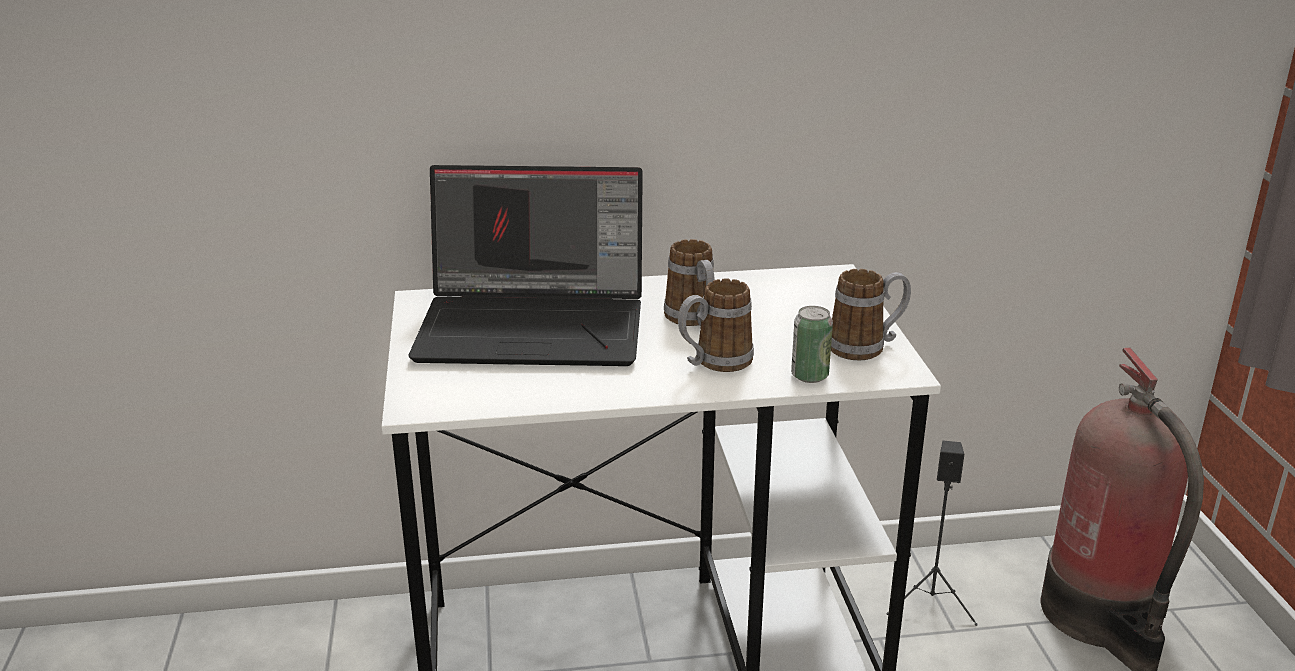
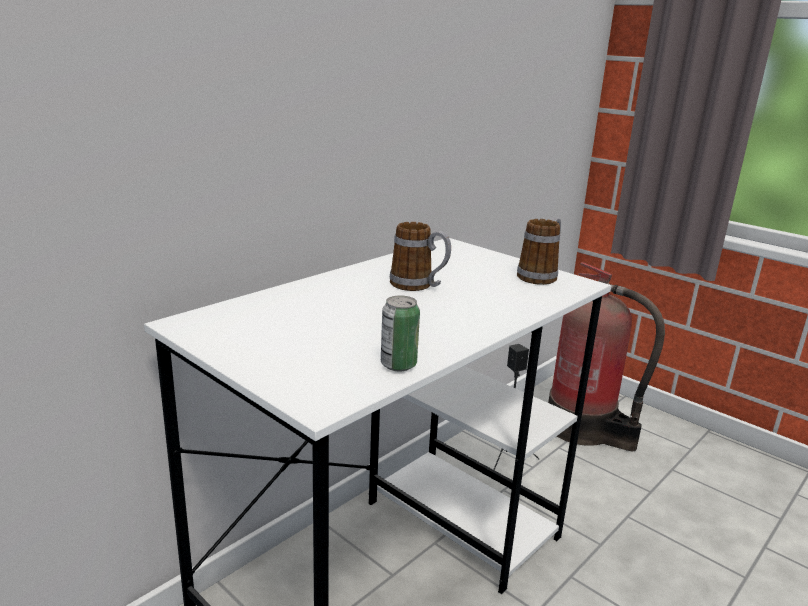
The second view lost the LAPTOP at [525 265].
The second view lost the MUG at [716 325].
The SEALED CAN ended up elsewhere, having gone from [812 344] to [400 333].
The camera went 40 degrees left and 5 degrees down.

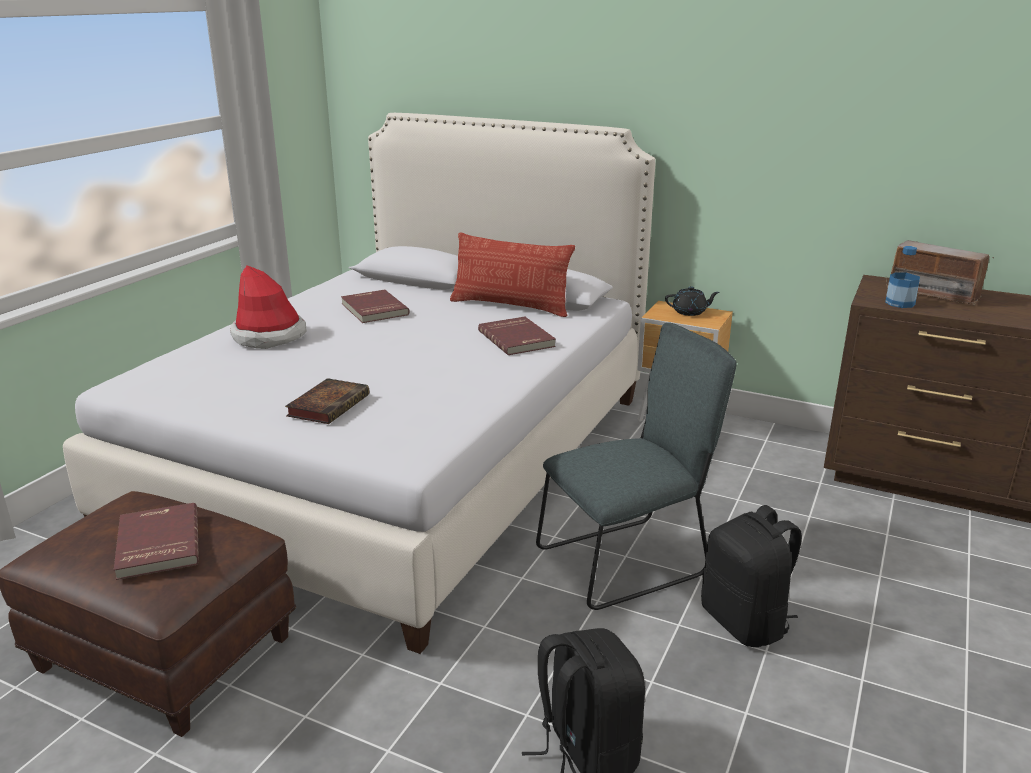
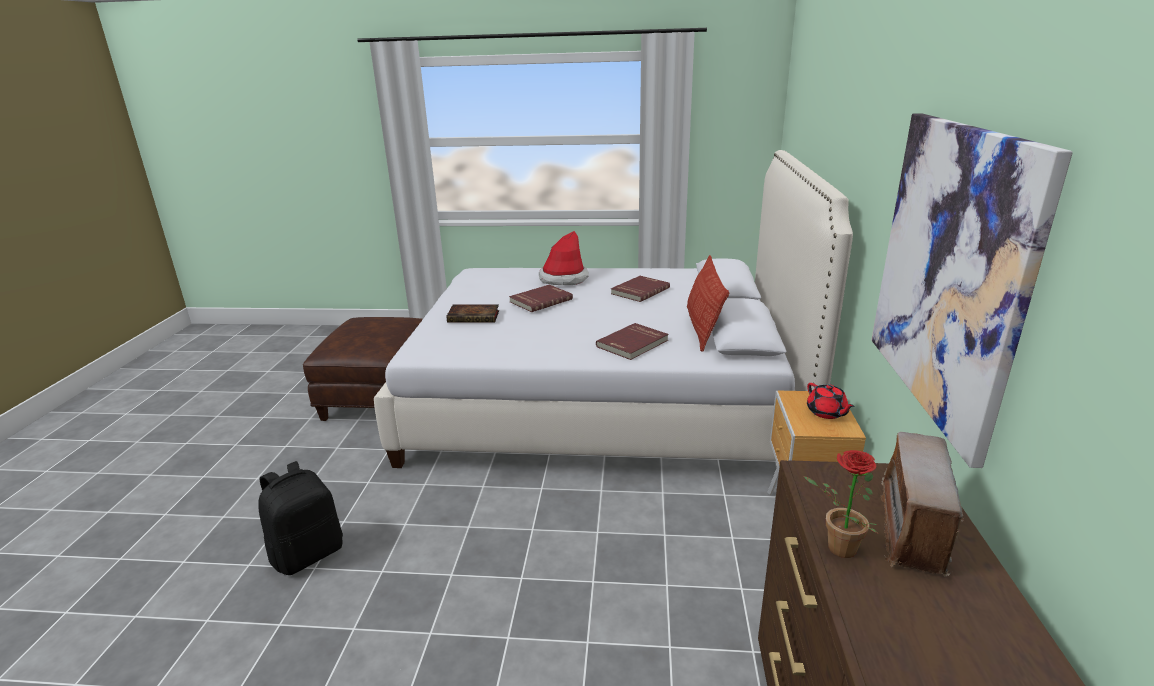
The second view lost the GREYISH PLAIN CHAIR at [636 466].
The second view lost the BLACKISH RUCKSACK at [751 576].
The second view lost the BOTTLE at [902 277].
The second view gained the HOUSEPLANT at [840 504].
The second view gained the WALL PICTURE at [972 290].
The RED-COLOURED BOOK ended up elsewhere, having gone from [156 541] to [541 298].
What was the BLACKISH POT FOR TEA at [692 301] turned into the RED-COLOURED POT FOR TEA at [831 401].
The camera went 70 degrees right and 0 degrees up.

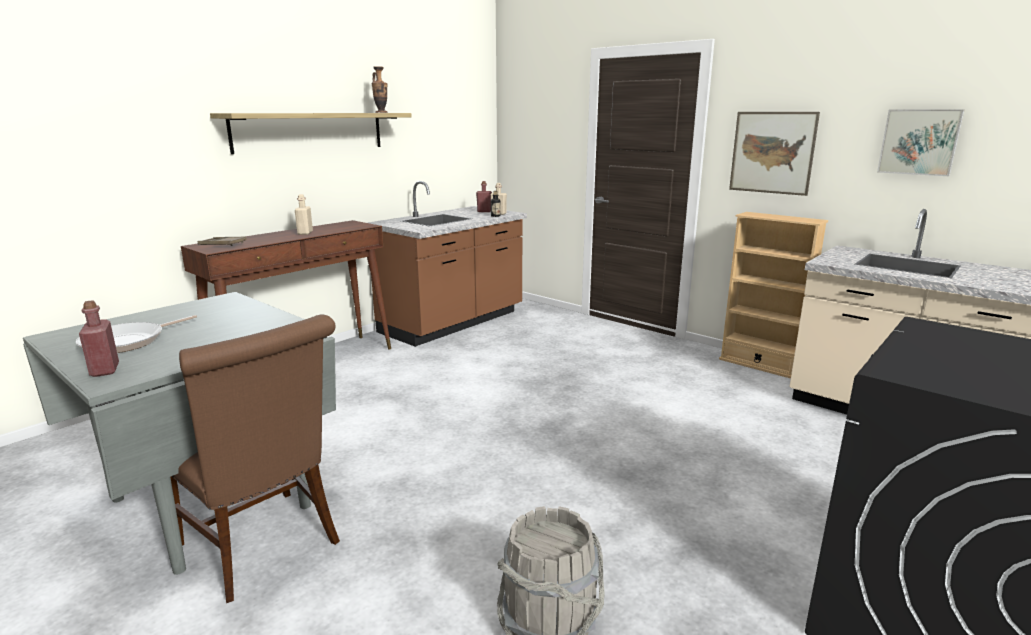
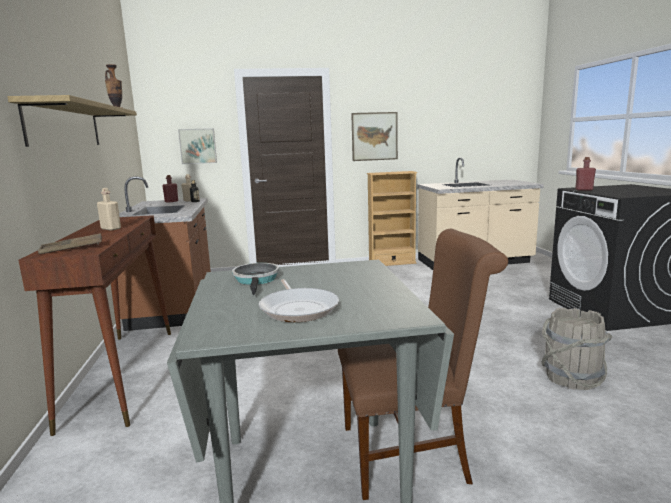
The second view gained the SKILLET at [255 279].
The RED-COLOURED BOTTLE ended up elsewhere, having gone from [99 338] to [585 174].
The WALL PICTURE ended up elsewhere, having gone from [921 142] to [197 146].
The camera went 50 degrees left and 5 degrees down.

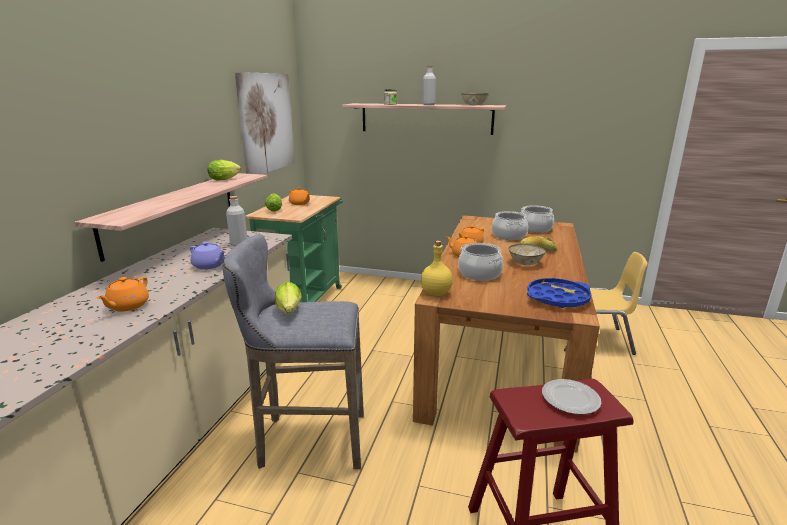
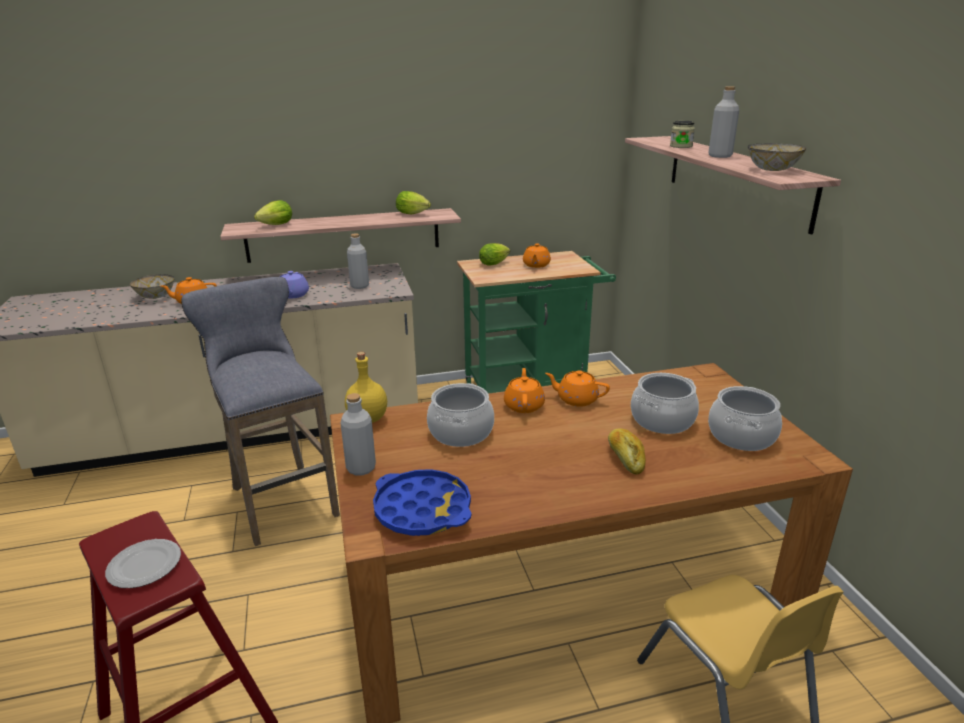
The second view lost the WALL PICTURE at [265 123].
The second view gained the GREYISH BOTTLE at [358 434].
The LETTUCE ended up elsewhere, having gone from [288 297] to [273 212].
The BOWL ended up elsewhere, having gone from [527 254] to [152 286].
The camera went 60 degrees right and 5 degrees up.

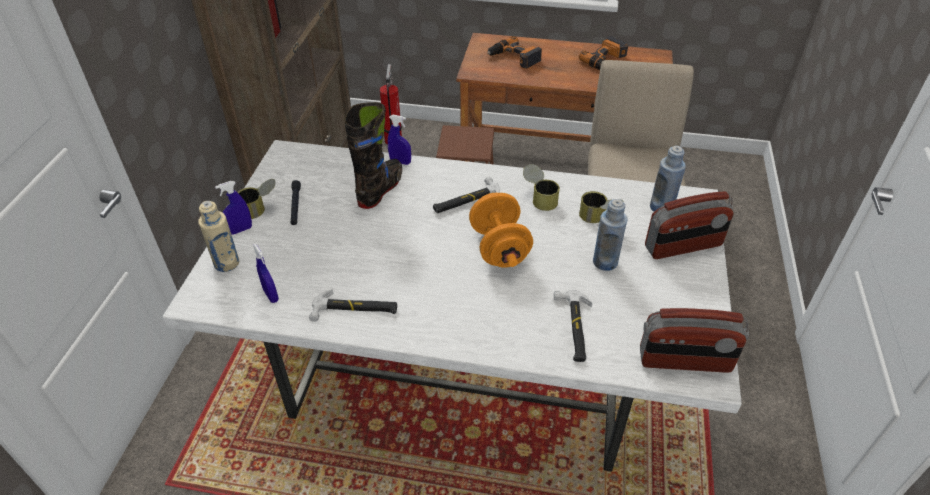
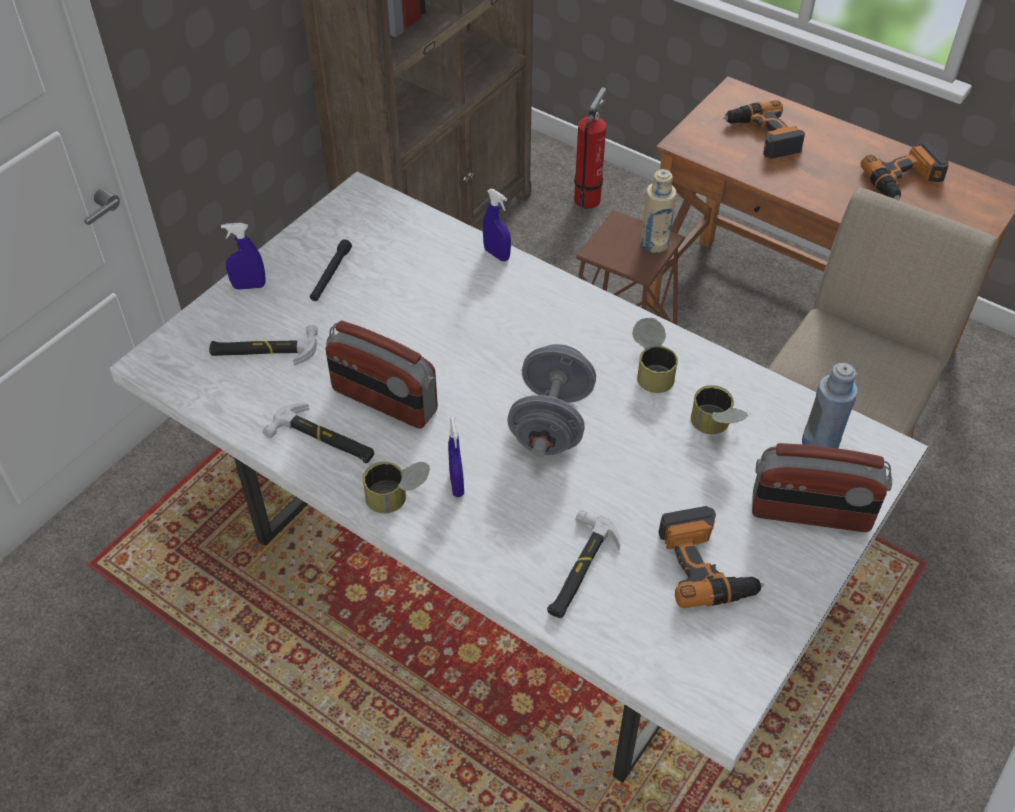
The second view lost the BLACKISH HIGH-TOP BOOT at [373 155].
The second view lost the BLUE-COLOURED BOTTLE at [610 235].
The second view gained the ELECTRIC DRILL at [711 557].
The SAND-COLOURED BOTTLE ended up elsewhere, having gone from [218 236] to [659 211].
The SEALED CAN ended up elsewhere, having gone from [256 199] to [396 487].
The BLUE-COLOURED HAND SPRAYER ended up elsewhere, having gone from [266 273] to [456 457].
The HAND HAMMER ended up elsewhere, having gone from [466 195] to [263 345].
The RADIO SET ended up elsewhere, having gone from [694 340] to [382 375].
What was the ORANGE HAND WEIGHT at [501 230] turned into the GREYISH HAND WEIGHT at [551 400].
The camera went 25 degrees right and 5 degrees up.

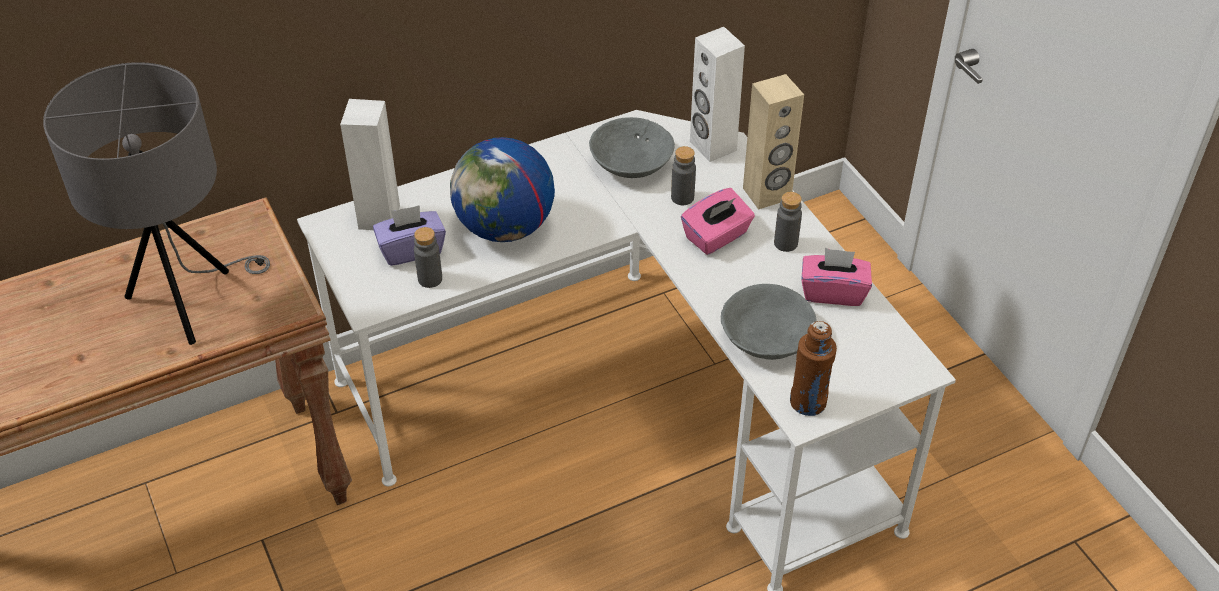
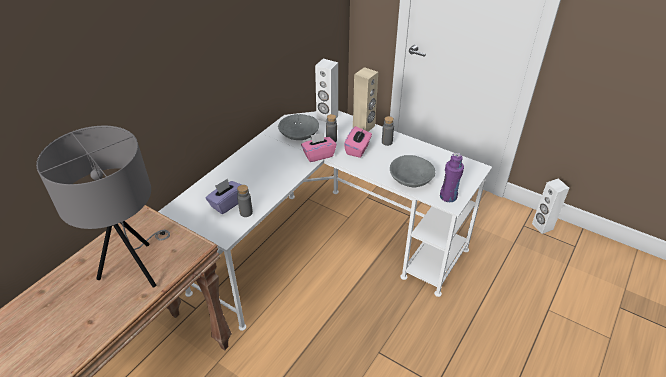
The second view lost the DESK GLOBE at [502 189].
The WHITISH LOUDSPEAKER ended up elsewhere, having gone from [370 164] to [550 206].
The PINK-COLOURED TISSUE HOLDER ended up elsewhere, having gone from [836 277] to [319 147].
What was the BROWN BOTTLE at [813 368] turned into the PURPLE BOTTLE at [452 177].
The camera went 30 degrees left and 5 degrees down.

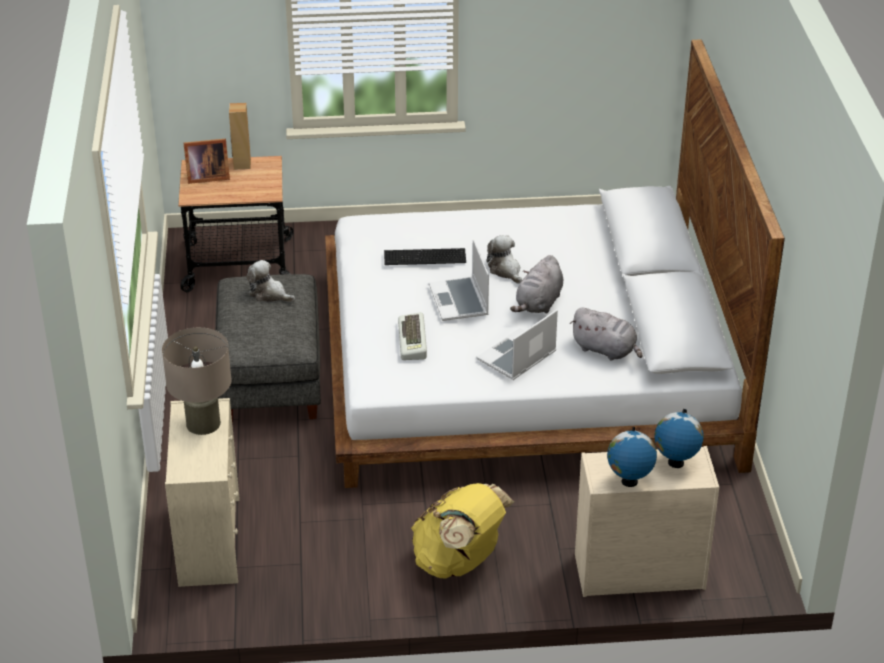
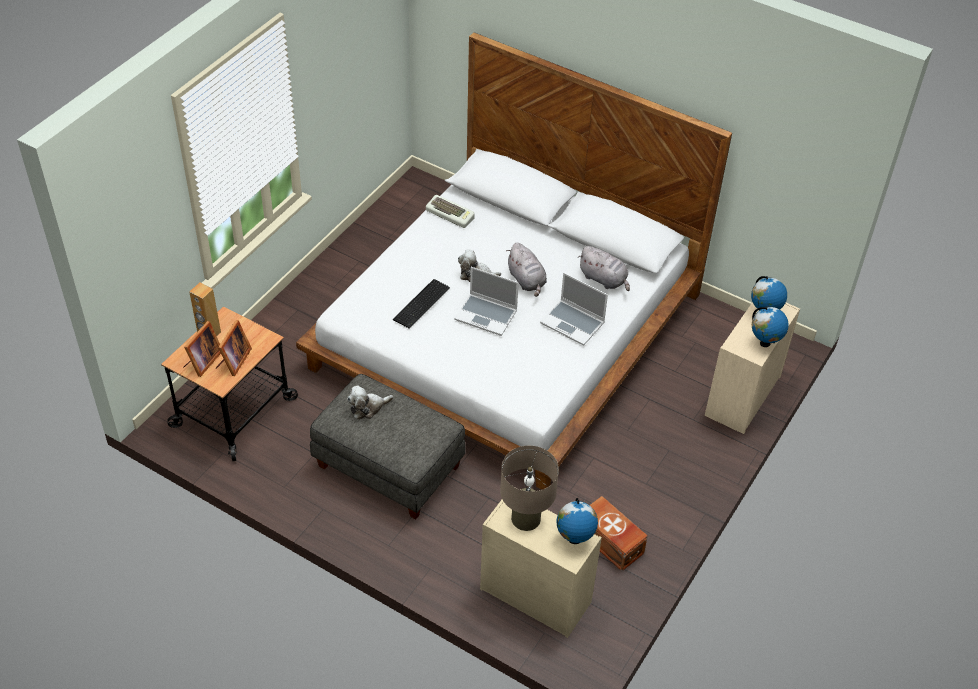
The second view lost the YELLOW RUCKSACK at [462 530].
The second view gained the STANDING FRAME at [233 348].
The second view gained the DESK GLOBE at [577 521].
The second view gained the BROWN STORAGE BIN at [619 533].
The PC KEYBOARD ended up elsewhere, having gone from [412 336] to [450 211].
The LAPTOP at [517 345] ended up facing another way, 45 degrees counterclockwise from before.
The GREYISH PLUSH TOY at [606 333] ended up facing another way, 60 degrees clockwise from before.
The camera went 55 degrees left and 10 degrees up.

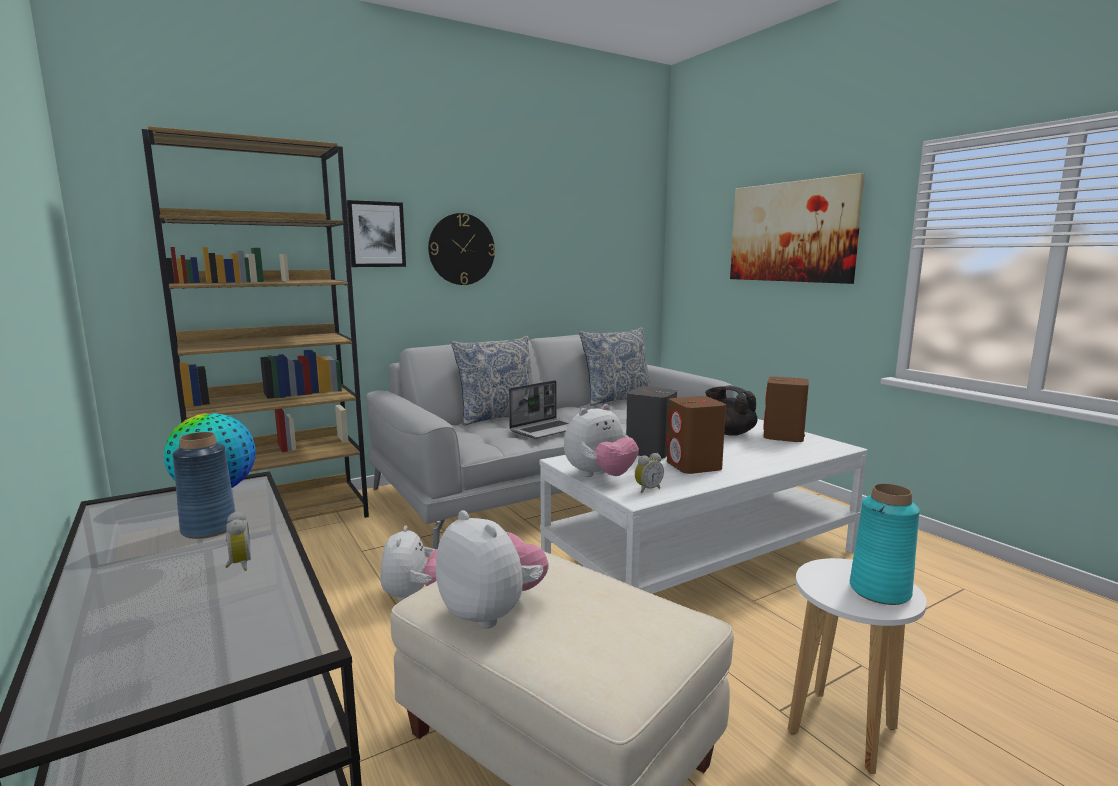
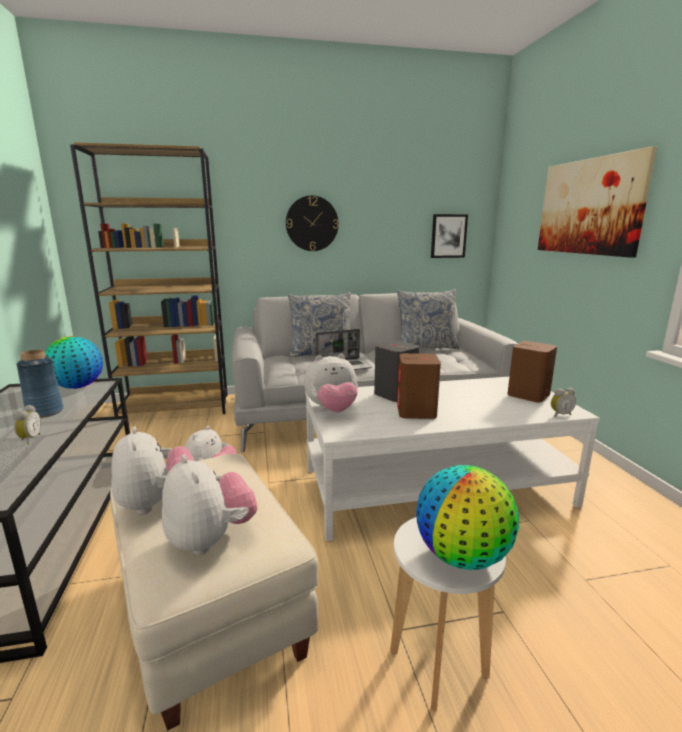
The second view lost the BLACKISH POT FOR TEA at [731 410].
The second view gained the PLUSH TOY at [210 505].
The WALL PICTURE ended up elsewhere, having gone from [376 233] to [449 236].
The BEDSIDE CLOCK ended up elsewhere, having gone from [649 473] to [563 402].
Where the BLUE-GREEN VASE stood at [885 544], the DESK GLOBE came to stand at [467 517].
The camera went 20 degrees right and 5 degrees up.

